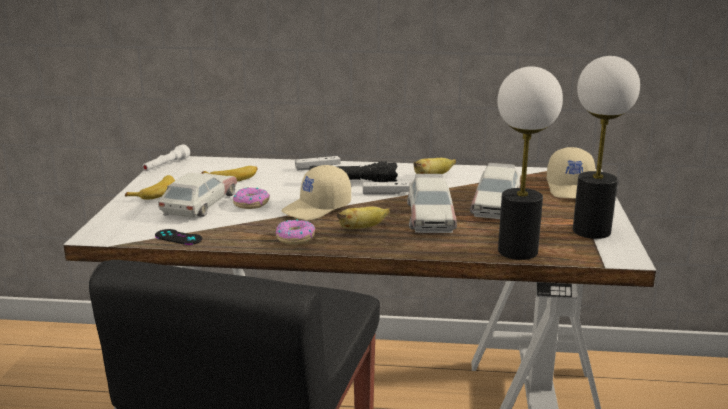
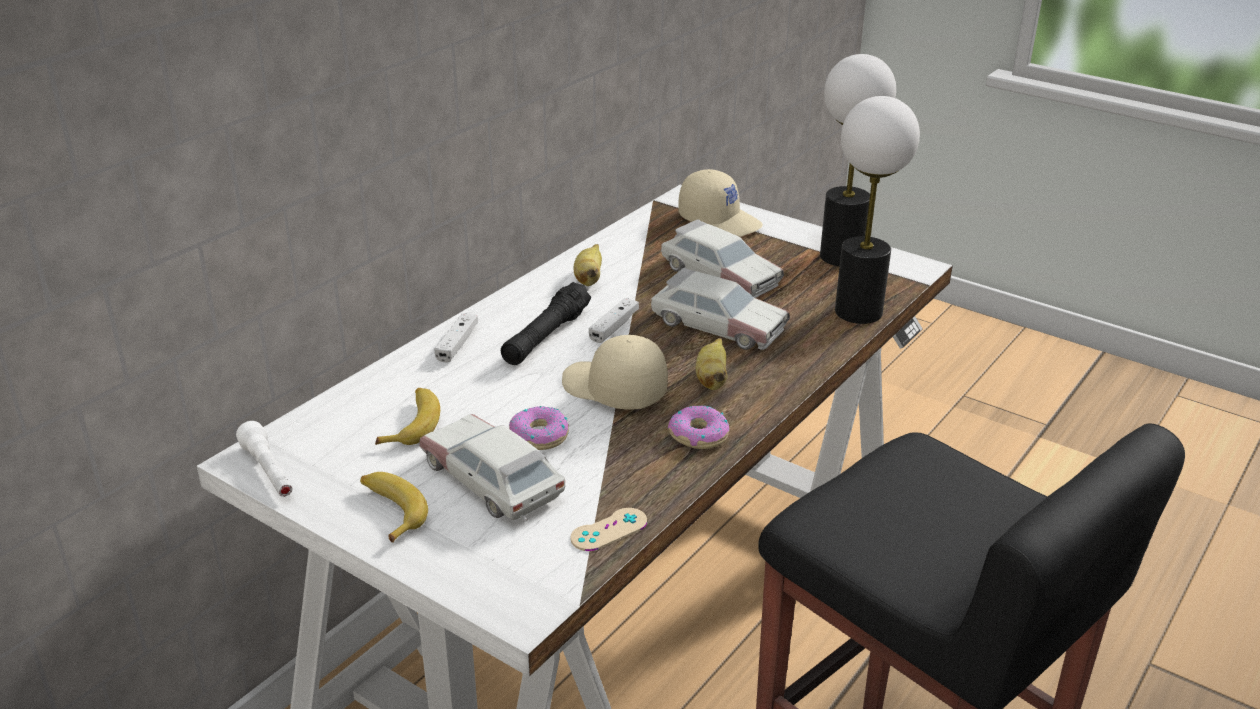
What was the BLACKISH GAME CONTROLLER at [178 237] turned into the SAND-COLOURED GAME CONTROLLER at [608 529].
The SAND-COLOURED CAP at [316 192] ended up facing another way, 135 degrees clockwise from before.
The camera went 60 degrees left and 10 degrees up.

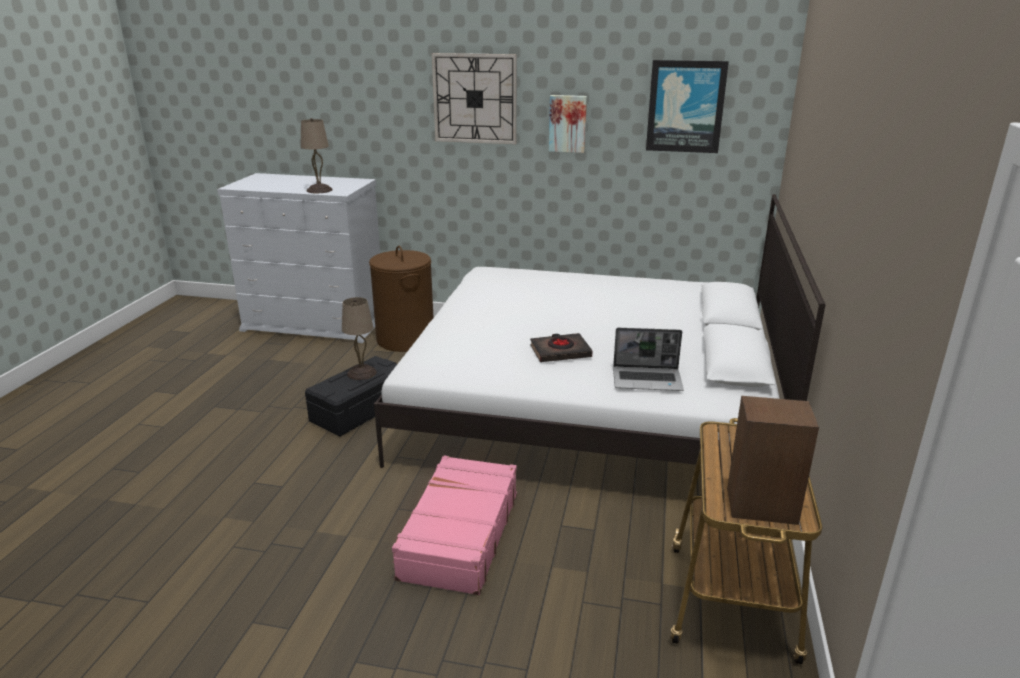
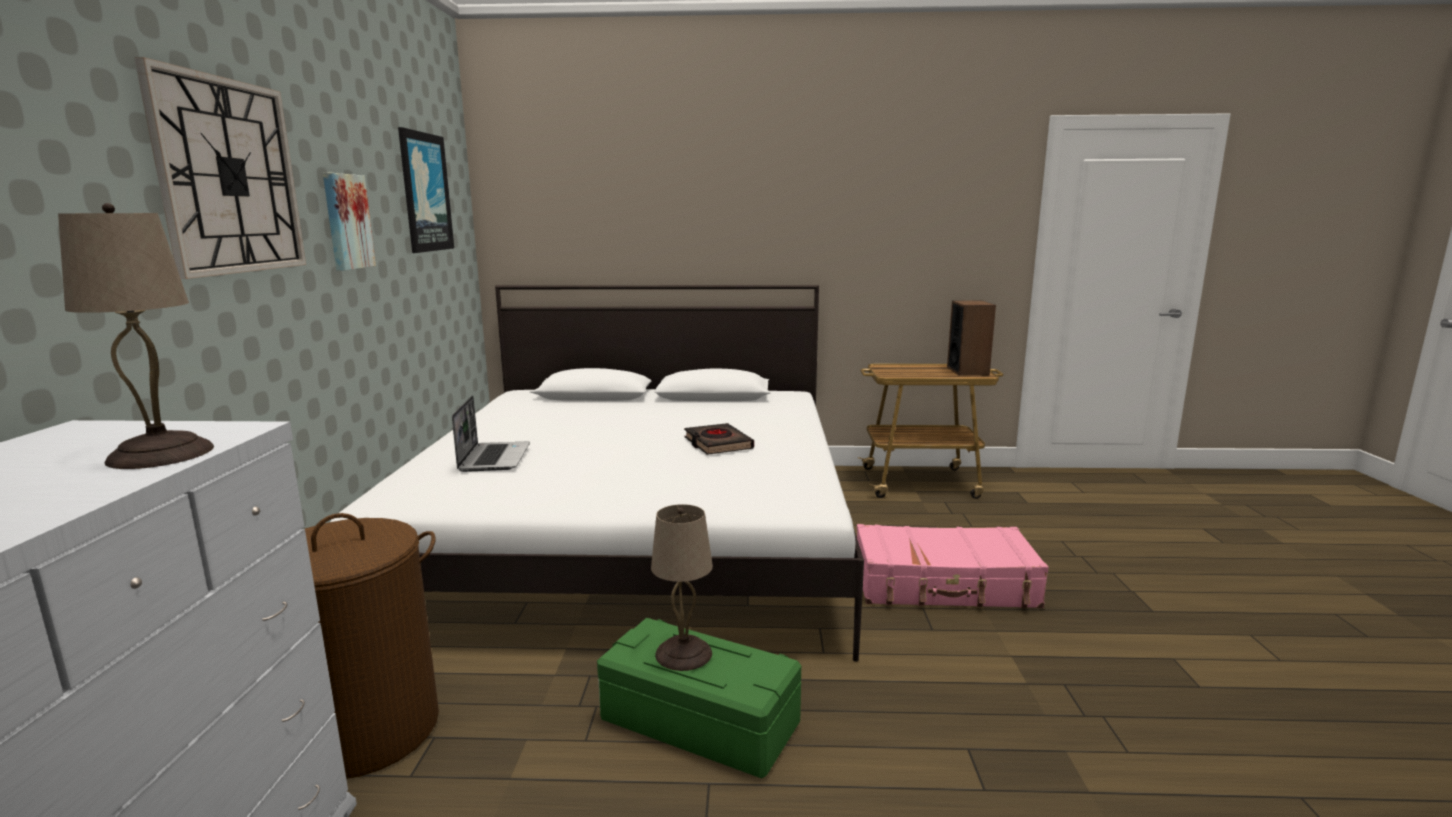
The LAPTOP ended up elsewhere, having gone from [648 359] to [491 433].
What was the BLACKISH STORAGE BIN at [351 396] turned into the GREENISH STORAGE BIN at [699 698].
The camera went 100 degrees left and 10 degrees down.

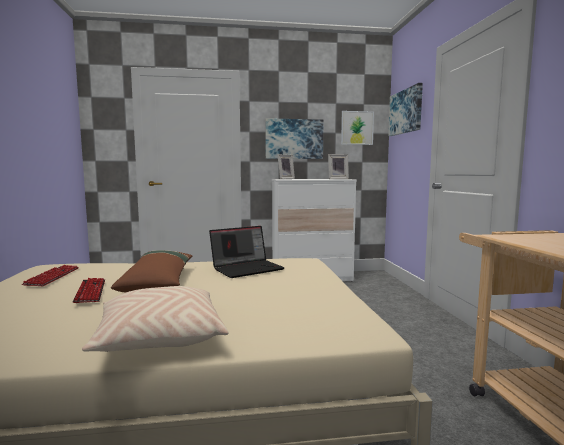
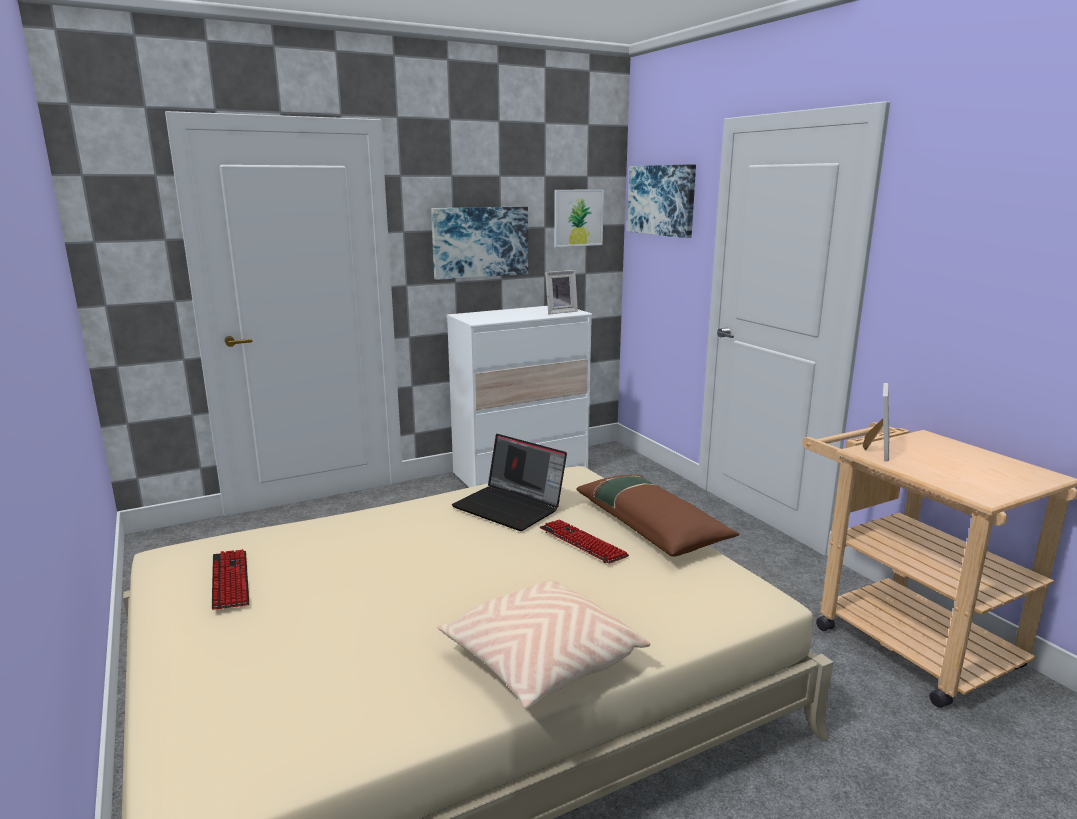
The PC KEYBOARD ended up elsewhere, having gone from [89 290] to [584 541].
The BROWN PILLOW ended up elsewhere, having gone from [152 271] to [658 515].
The STANDING FRAME ended up elsewhere, having gone from [286 166] to [876 422].
The LAPTOP at [247 252] ended up facing another way, 90 degrees clockwise from before.
The camera went 20 degrees left and 10 degrees up.

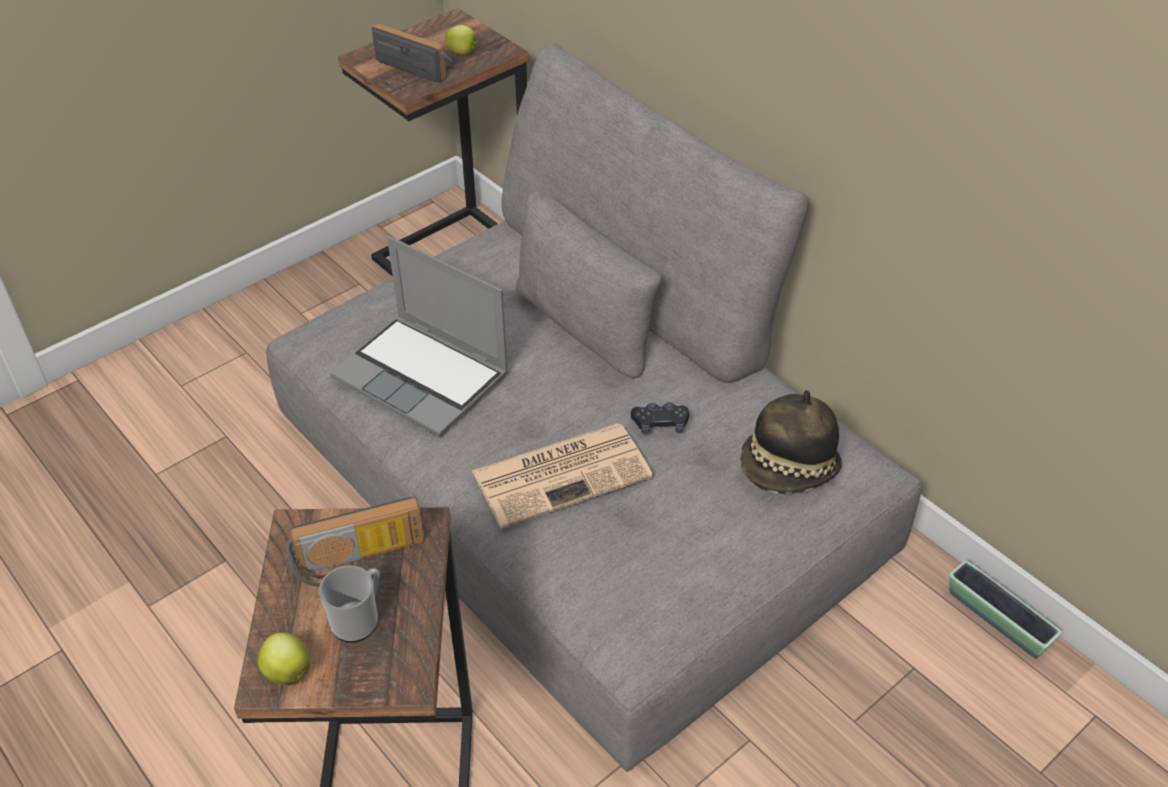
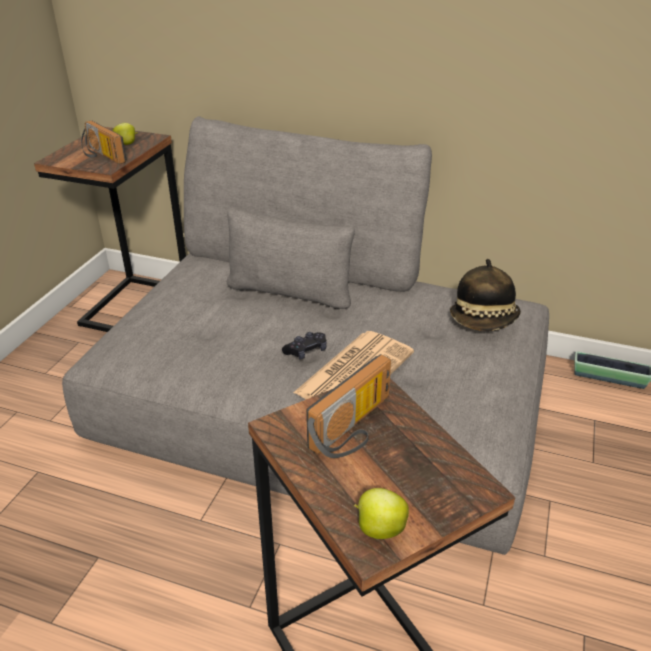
The second view lost the MUG at [349 603].
The second view lost the LAPTOP at [419 336].
The BLACKISH GAME CONTROLLER ended up elsewhere, having gone from [660 418] to [304 345].
The RADIO SET at [413 53] ended up facing another way, 135 degrees counterclockwise from before.
The camera went 30 degrees left and 10 degrees down.

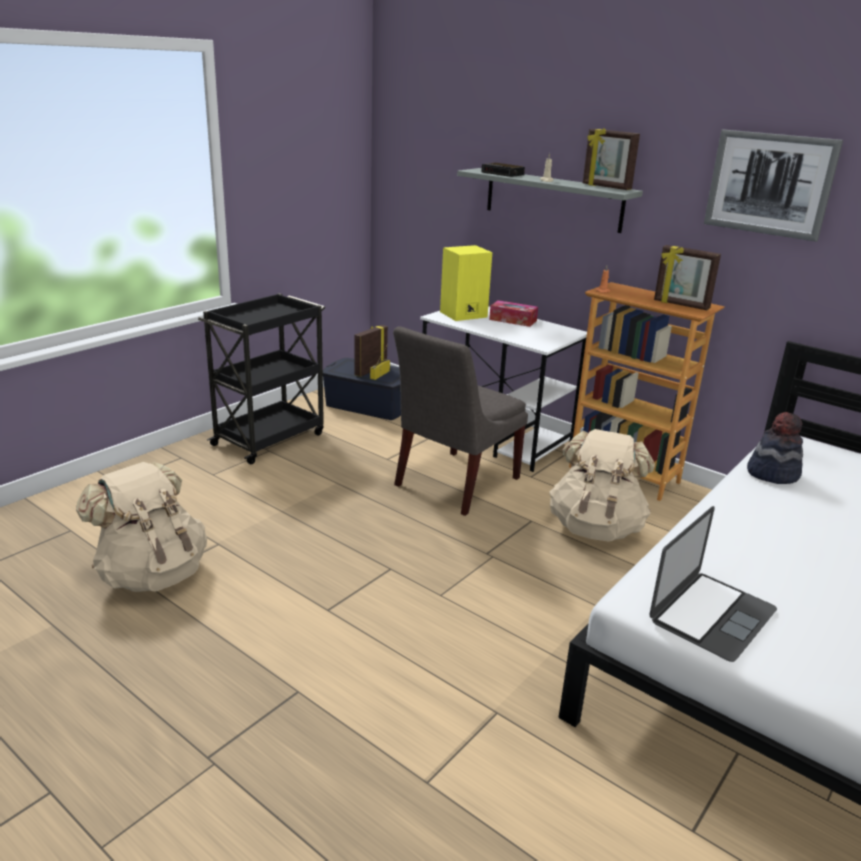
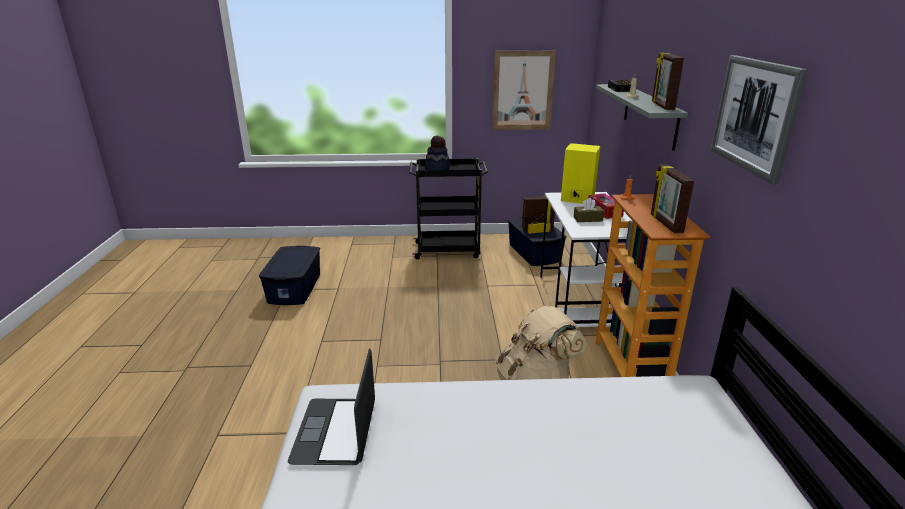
The second view lost the GREYISH PLAIN CHAIR at [460 421].
The second view gained the WALL PICTURE at [524 90].
The second view gained the BROWN TISSUE HOLDER at [588 210].
The CLOTHING HAT ended up elsewhere, having gone from [775 448] to [437 153].
Where the SAND-COLOURED RUCKSACK stood at [141 527], the BLUE-COLOURED STORAGE BIN came to stand at [289 275].
The LAPTOP at [713 584] ended up facing another way, 90 degrees clockwise from before.
The camera went 50 degrees right and 0 degrees up.

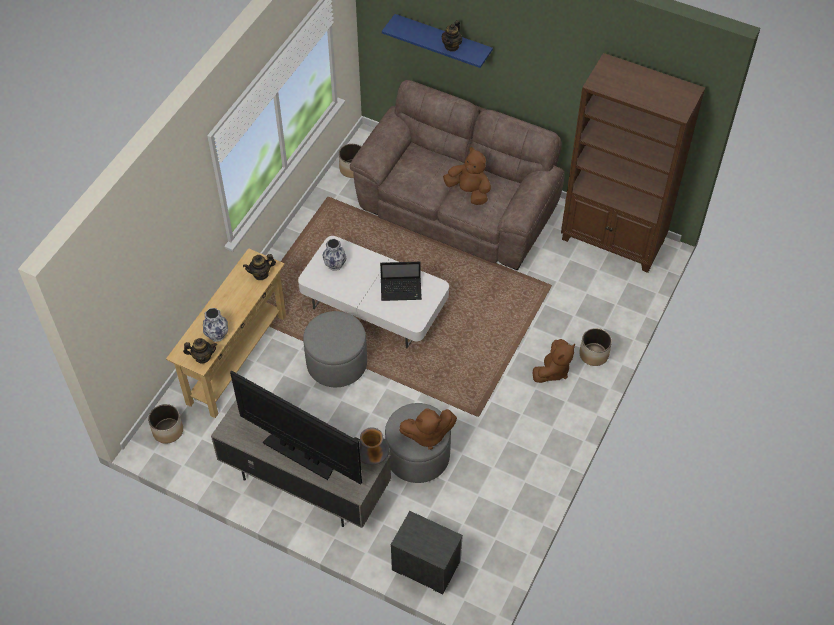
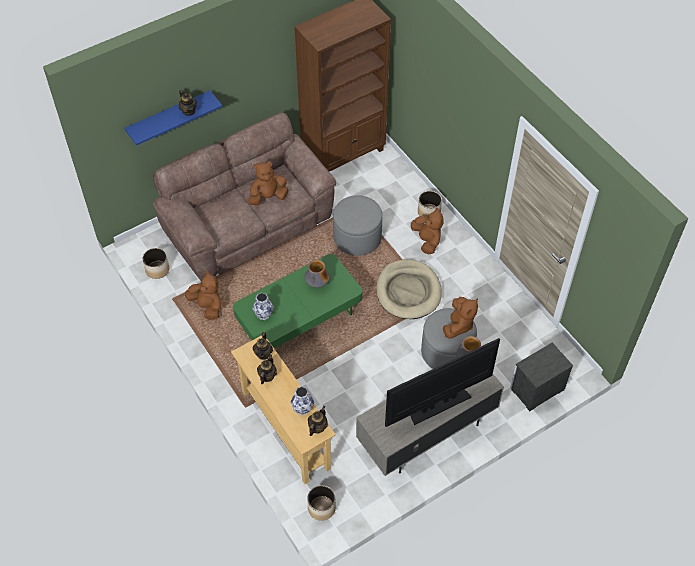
The second view gained the BROWN PLUSH TOY at [203 295].
The second view gained the POT FOR TEA at [267 369].
The second view gained the SAND-COLOURED DOG BED at [409 289].
The GREYISH FOOTREST ended up elsewhere, having gone from [335 349] to [357 225].
Where the LAPTOP stood at [401 281], the VASE came to stand at [317 273].
What was the WHITISH LOW TABLE at [373 292] turned into the GREENISH LOW TABLE at [297 301].
The camera went 60 degrees left and 0 degrees up.

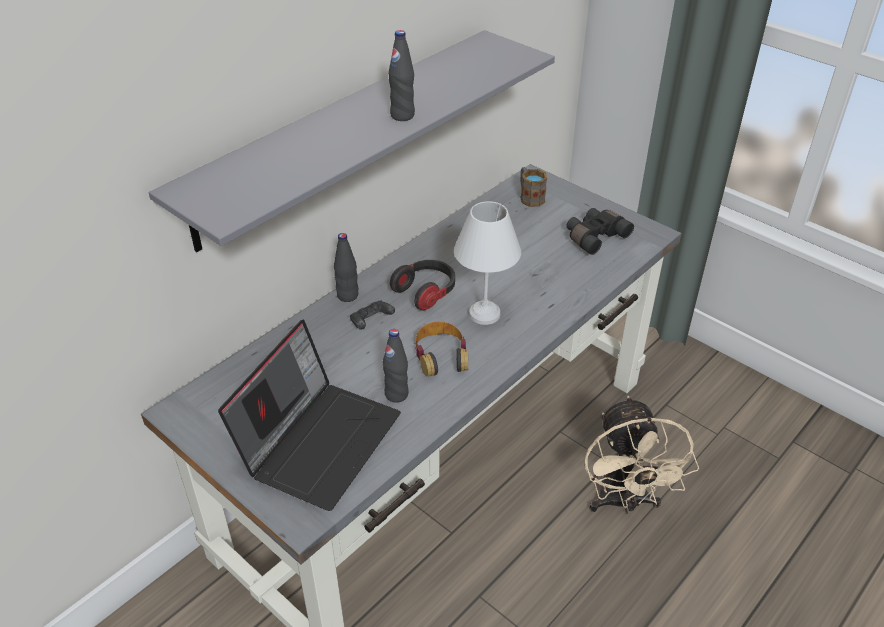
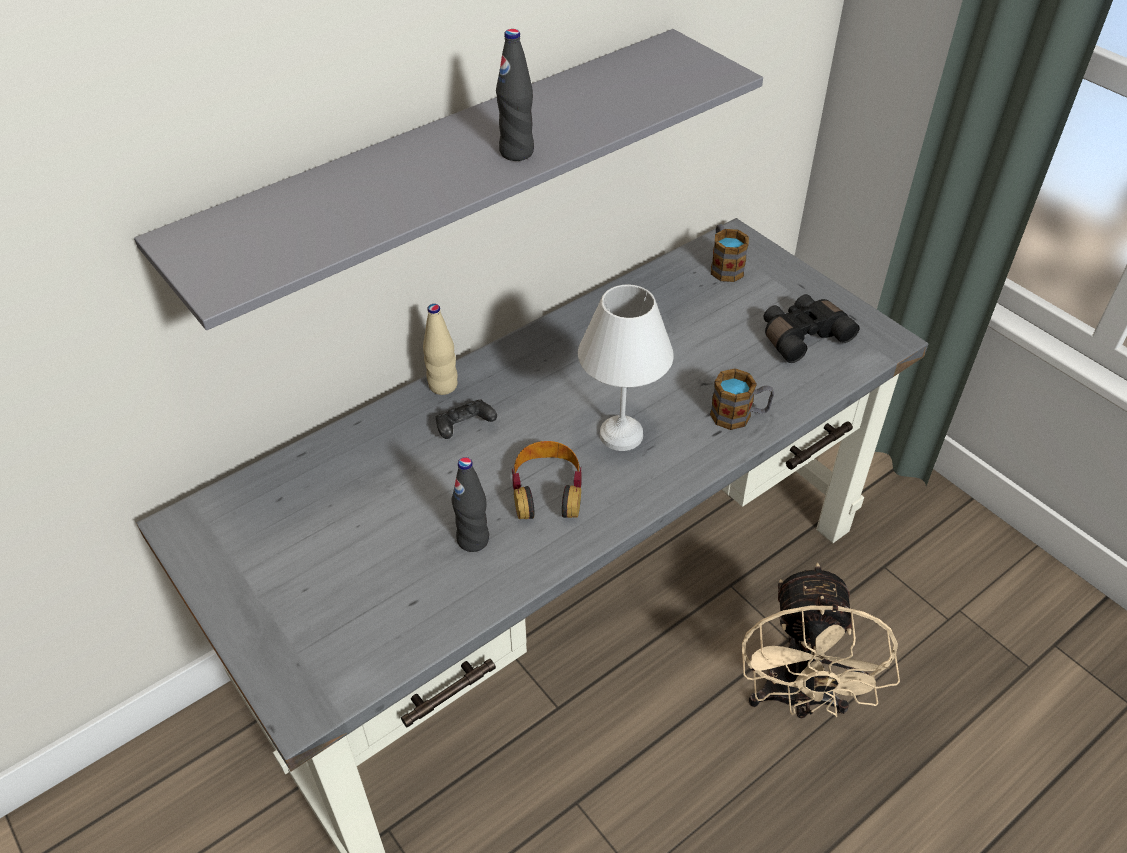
The second view lost the LAPTOP at [309 415].
The second view lost the HEADSET at [422 285].
The second view gained the MUG at [742 399].
What was the BLACKISH BOTTLE at [346 267] turned into the SAND-COLOURED BOTTLE at [440 349].
The camera went 10 degrees right and 5 degrees up.

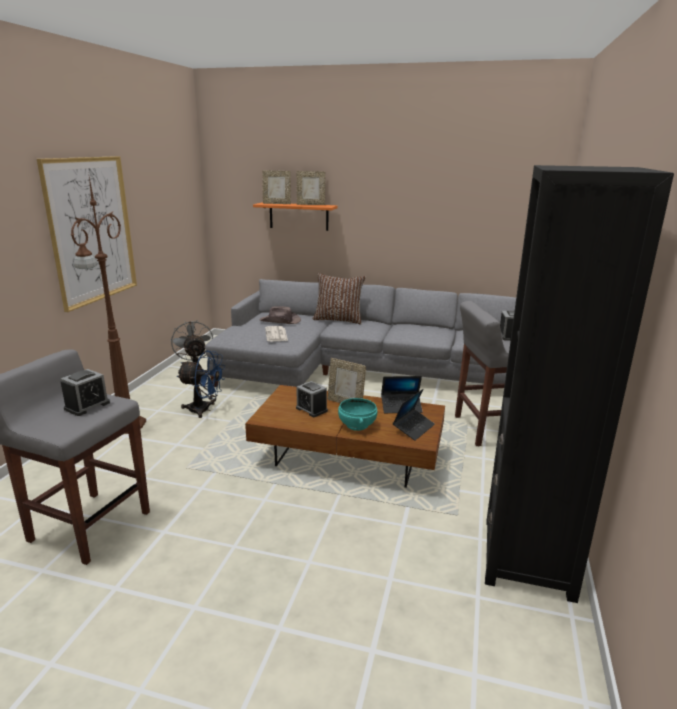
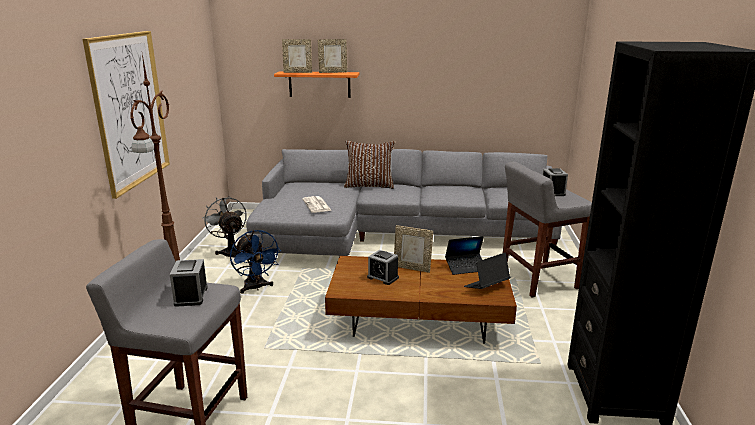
The second view lost the BROWN CLOTHING HAT at [280 315].
The second view lost the BLUE-GREEN BOWL at [357 414].
The BEDSIDE CLOCK at [85 392] ended up facing another way, 150 degrees clockwise from before.
The BLUE-COLOURED FAN at [201 384] ended up facing another way, 60 degrees clockwise from before.
The LAPTOP at [414 415] ended up facing another way, 150 degrees counterclockwise from before.
The camera went 10 degrees left and 0 degrees up.

